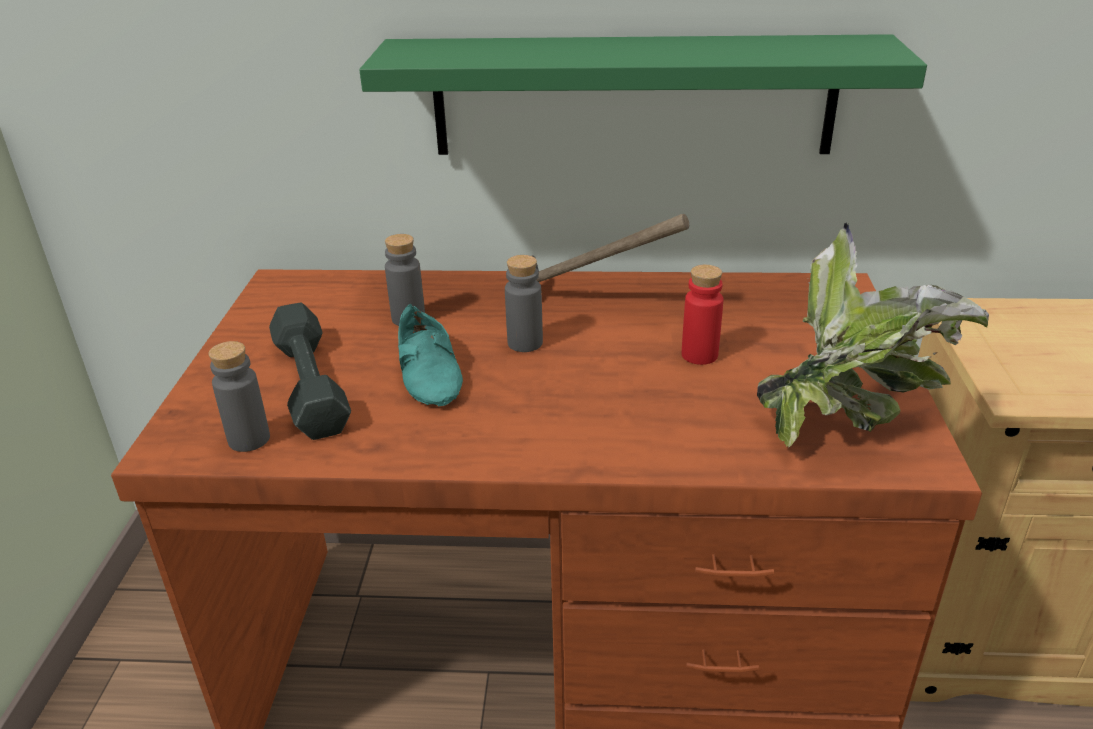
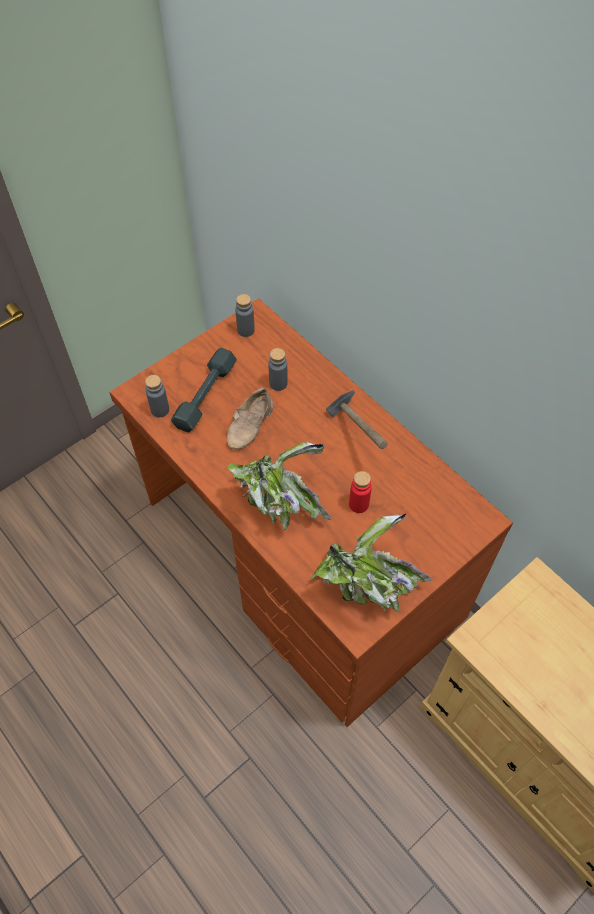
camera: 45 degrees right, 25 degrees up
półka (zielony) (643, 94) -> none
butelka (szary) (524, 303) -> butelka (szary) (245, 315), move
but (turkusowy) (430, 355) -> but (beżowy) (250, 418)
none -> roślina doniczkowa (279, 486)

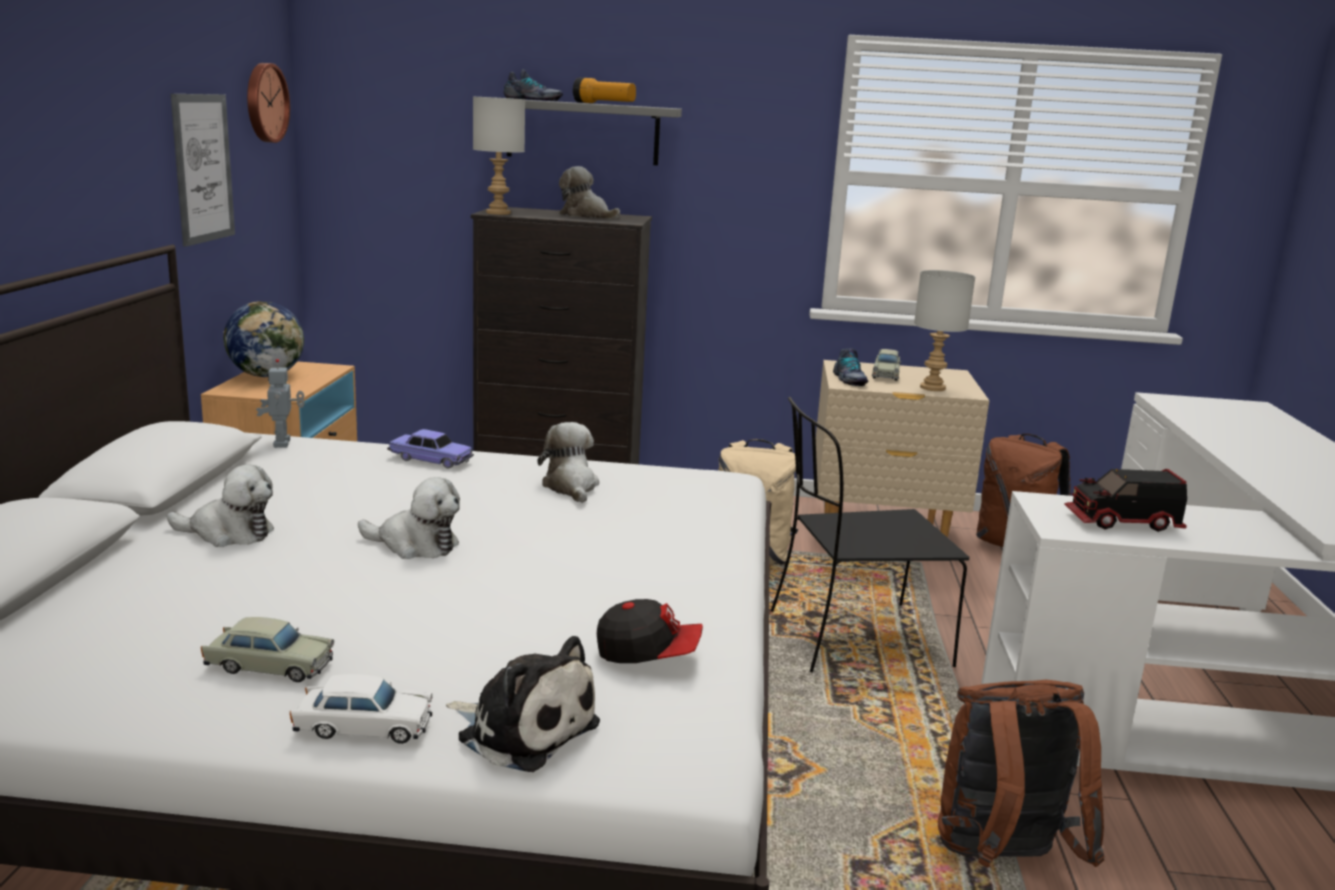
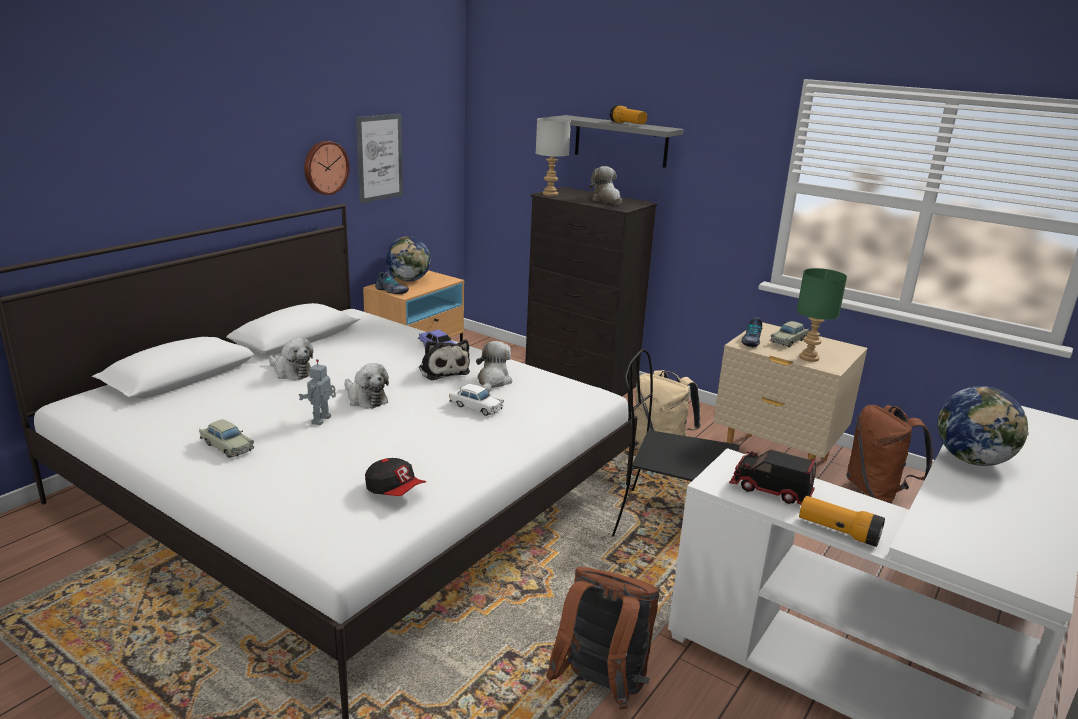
camera: 30 degrees right, 5 degrees up
zegar ścienny (268, 103) -> zegar ścienny (327, 168), move
but (533, 85) -> but (392, 283), move
lampa stołowa (szary) (944, 330) -> lampa stołowa (zielony) (822, 315)
robot zabawkowy (280, 403) -> robot zabawkowy (317, 392), move
pluszak (523, 704) -> pluszak (444, 360), move
samochodzik (biały) (361, 709) -> samochodzik (biały) (476, 400), move
none -> globus (983, 426)
none -> latarka (842, 521)

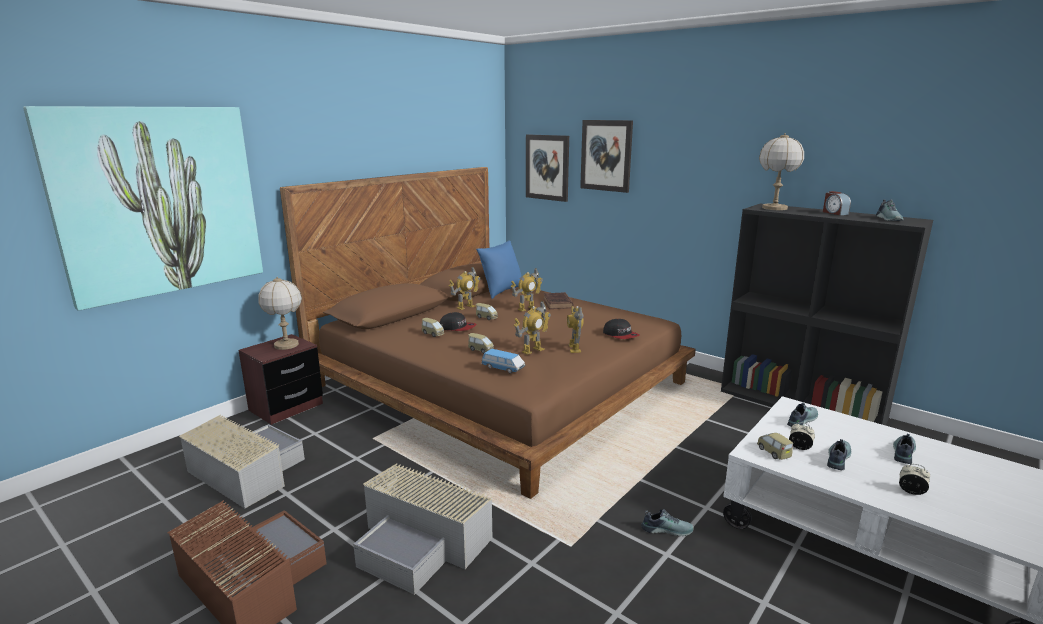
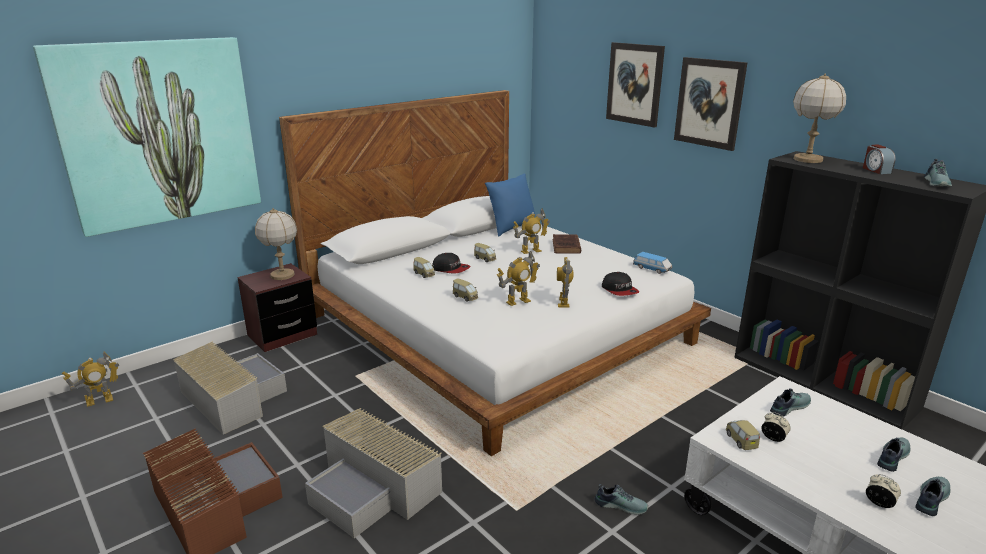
camera: 10 degrees right, 5 degrees up
obraz (547, 168) -> obraz (711, 104), move
łóżko (brązowy) (488, 333) -> łóżko (biały) (495, 273)
robot zabawkowy (464, 288) -> robot zabawkowy (91, 379), move
samochodzik (503, 361) -> samochodzik (653, 263), move
but (839, 454) -> but (932, 496), move

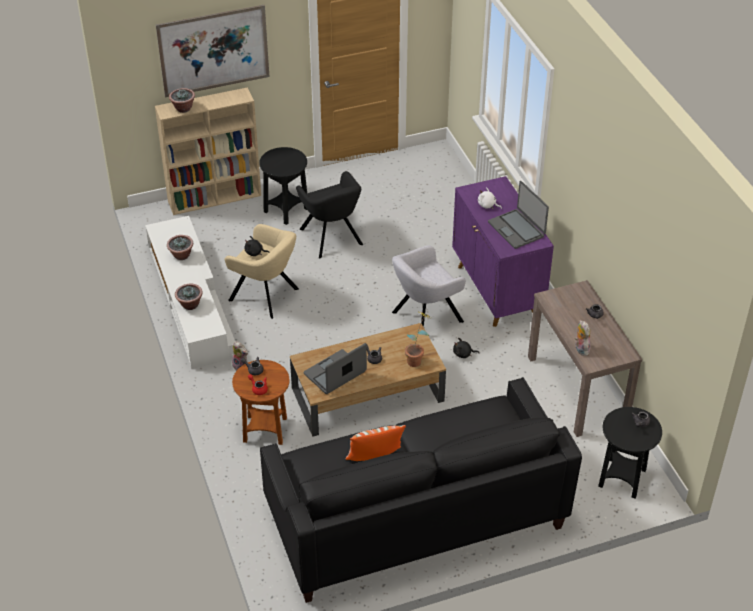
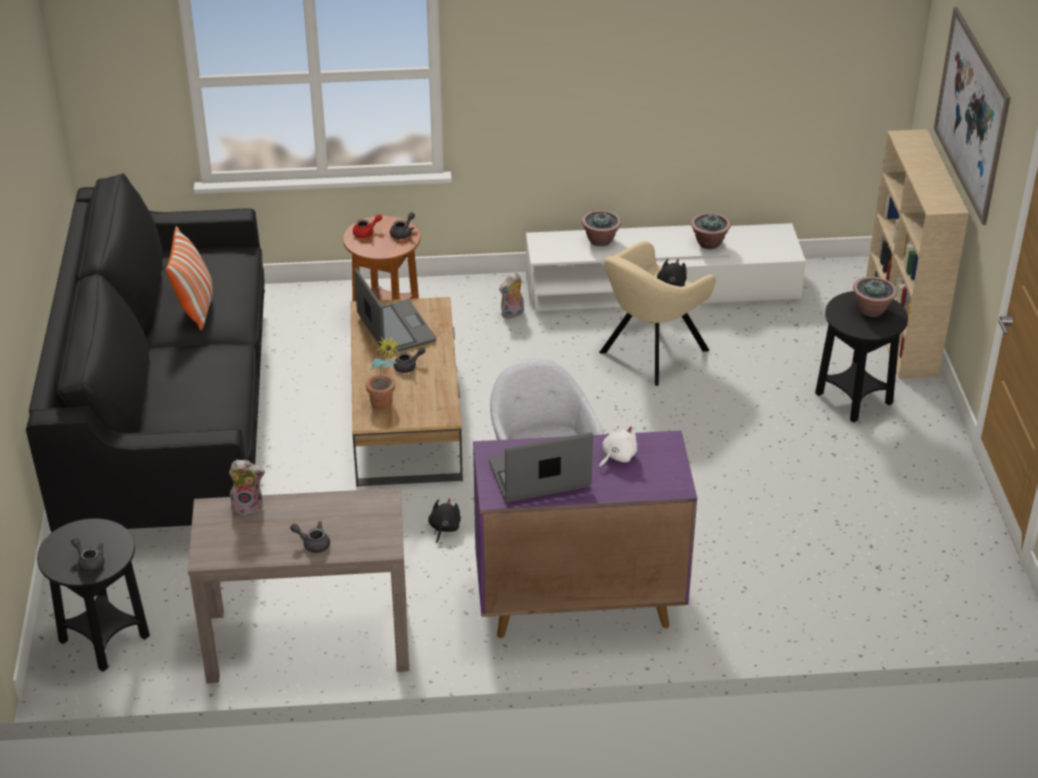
camera: 105 degrees right, 5 degrees down
roślina doniczkowa (182, 100) -> roślina doniczkowa (875, 297), move
fotel (czarny) (329, 214) -> none

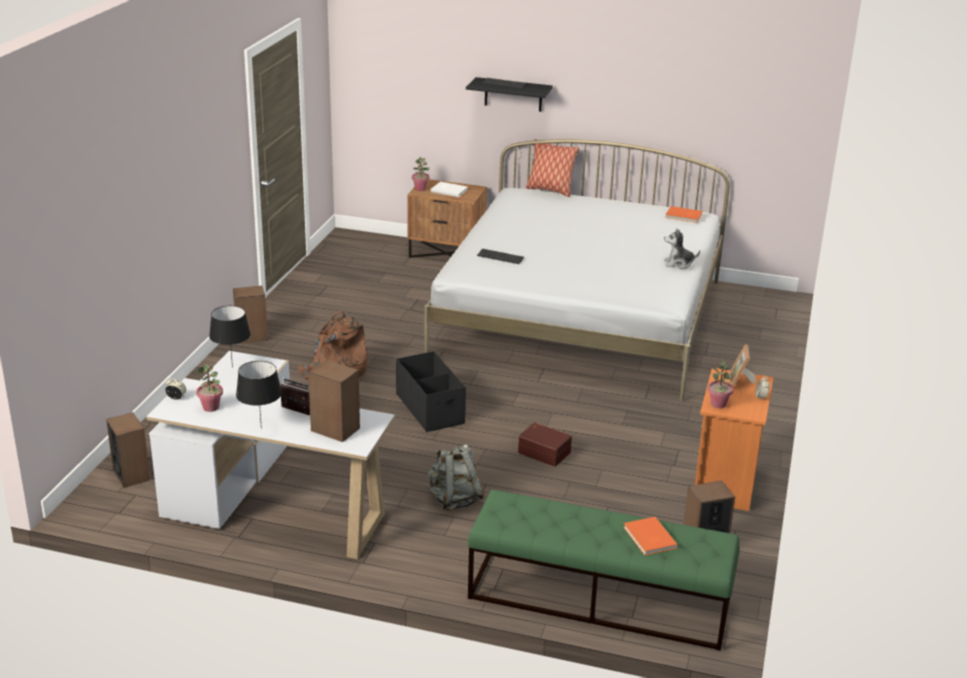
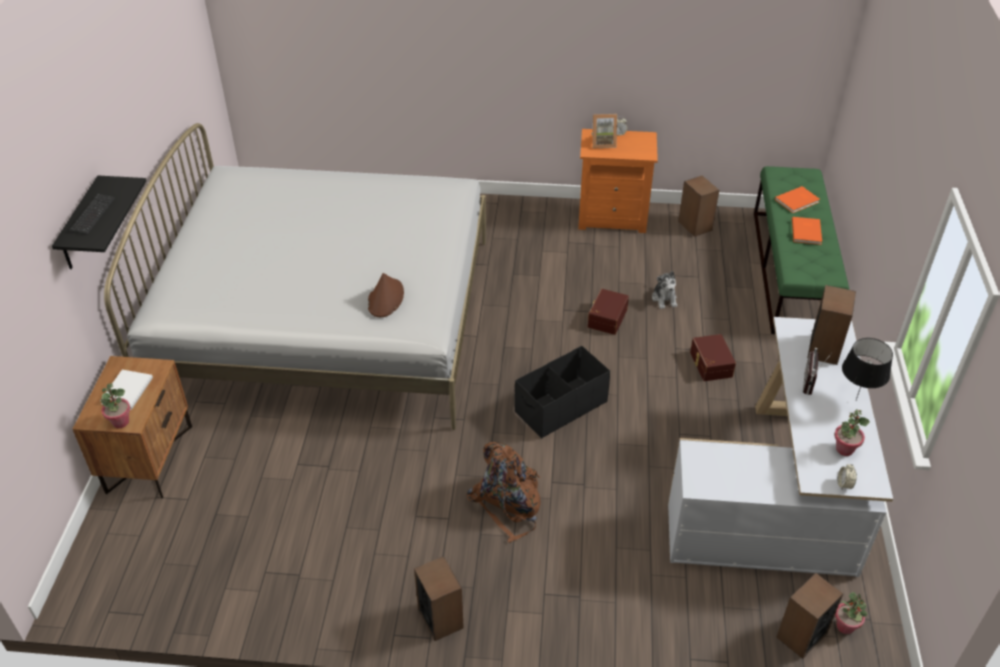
camera: 100 degrees left, 15 degrees up
poduszka (552, 168) -> none
książka (pomarańczowy) (683, 214) -> książka (pomarańczowy) (807, 231), move
pluszak (682, 248) -> pluszak (664, 290), move
klawiatura (500, 256) -> kapelusz (brązowy) (386, 295)
lampa stołowa (czarny) (229, 336) -> none
roślina doniczkowa (721, 384) -> roślina doniczkowa (851, 613), move
plecak (szary) (456, 477) -> pojemnik do przechowywania (brązowy) (713, 357)

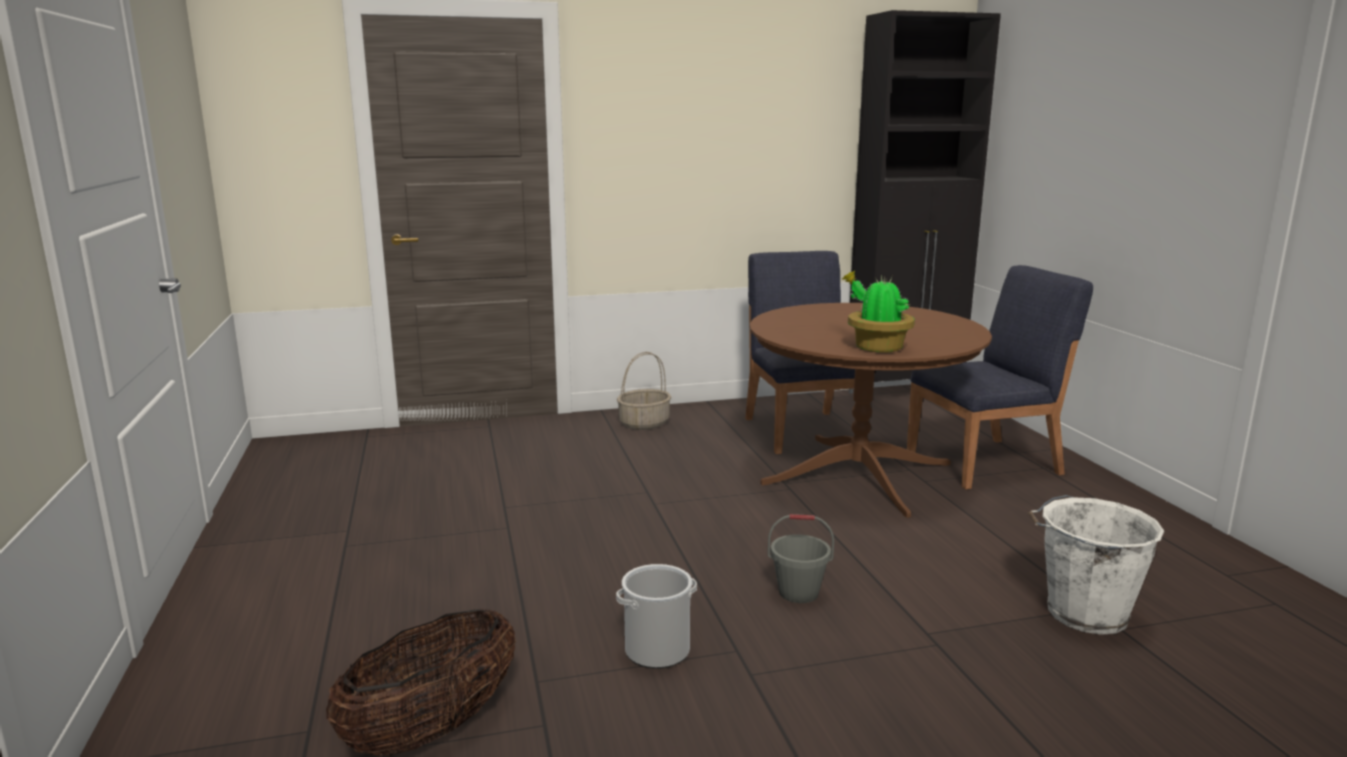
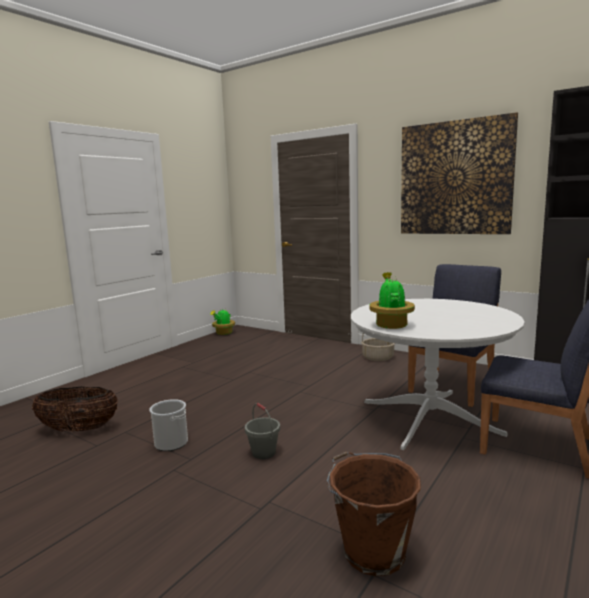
camera: 50 degrees right, 5 degrees down
stół jadalny (brązowy) (871, 410) -> stół jadalny (biały) (438, 374)
wiadro (biały) (1096, 565) -> wiadro (brązowy) (374, 514)
none -> obraz (459, 173)
none -> roślina doniczkowa (223, 322)

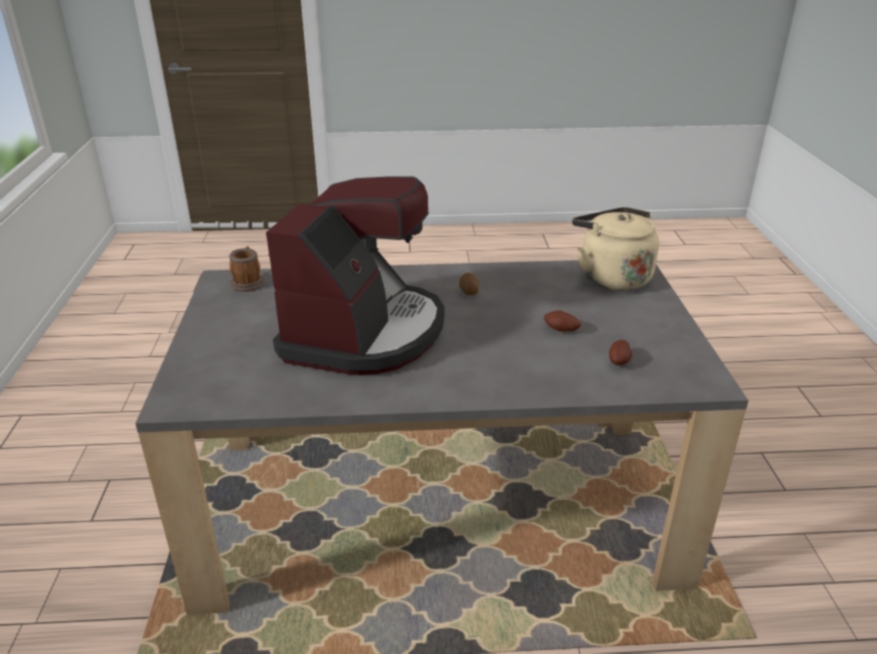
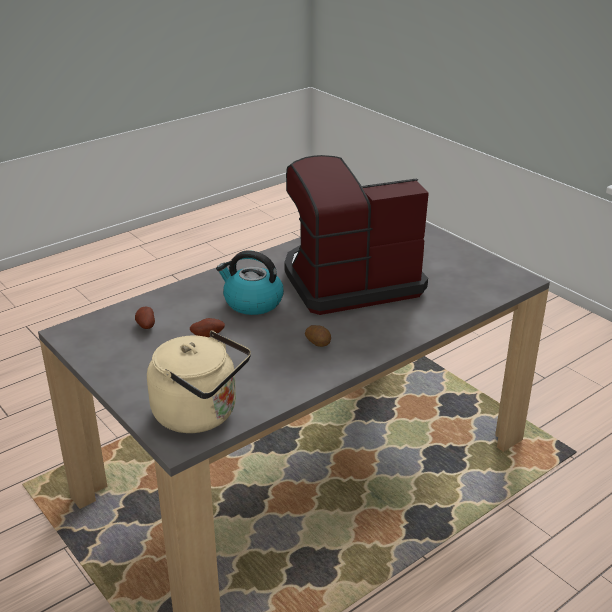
camera: 145 degrees right, 0 degrees up
ekspres do kawy (355, 275) -> ekspres do kawy (356, 235), 90 degrees clockwise
kubek (246, 269) -> none
none -> czajnik (250, 282)

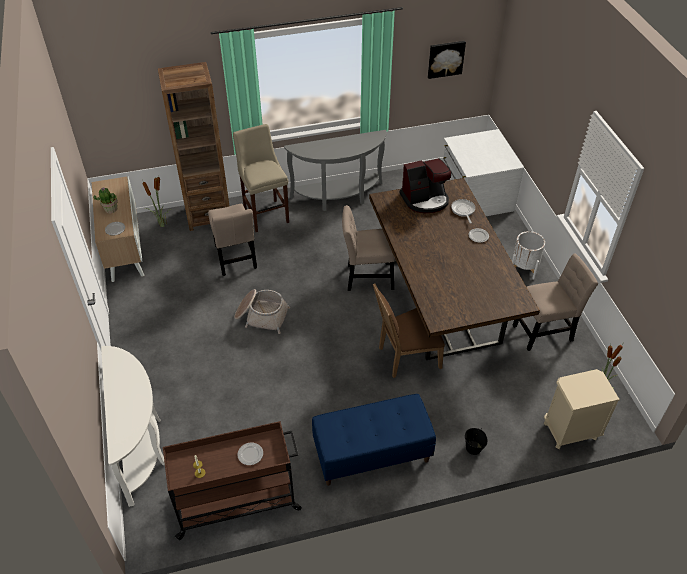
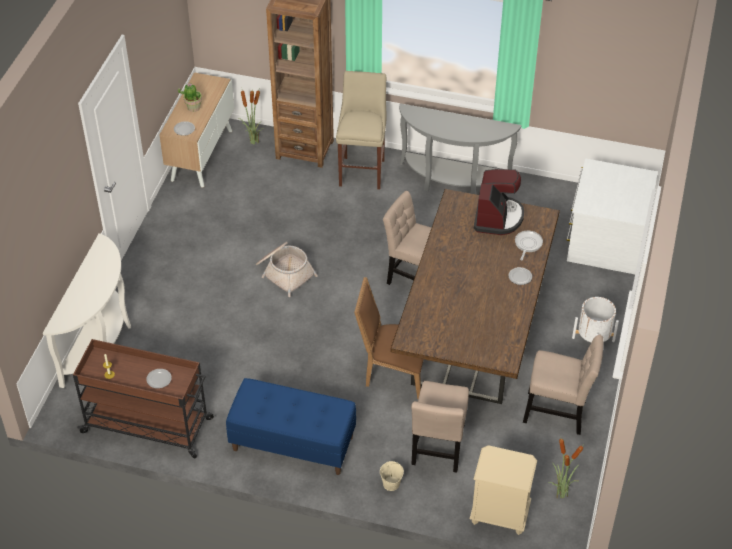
camera: 30 degrees right, 0 degrees up
obraz (447, 60) -> none
ekspres do kawy (425, 185) -> ekspres do kawy (499, 202), 90 degrees counterclockwise
krzesło (beżowy) (232, 240) -> krzesło (beżowy) (440, 426), move
wiadro (czarny) (476, 441) -> wiadro (beżowy) (392, 476)

